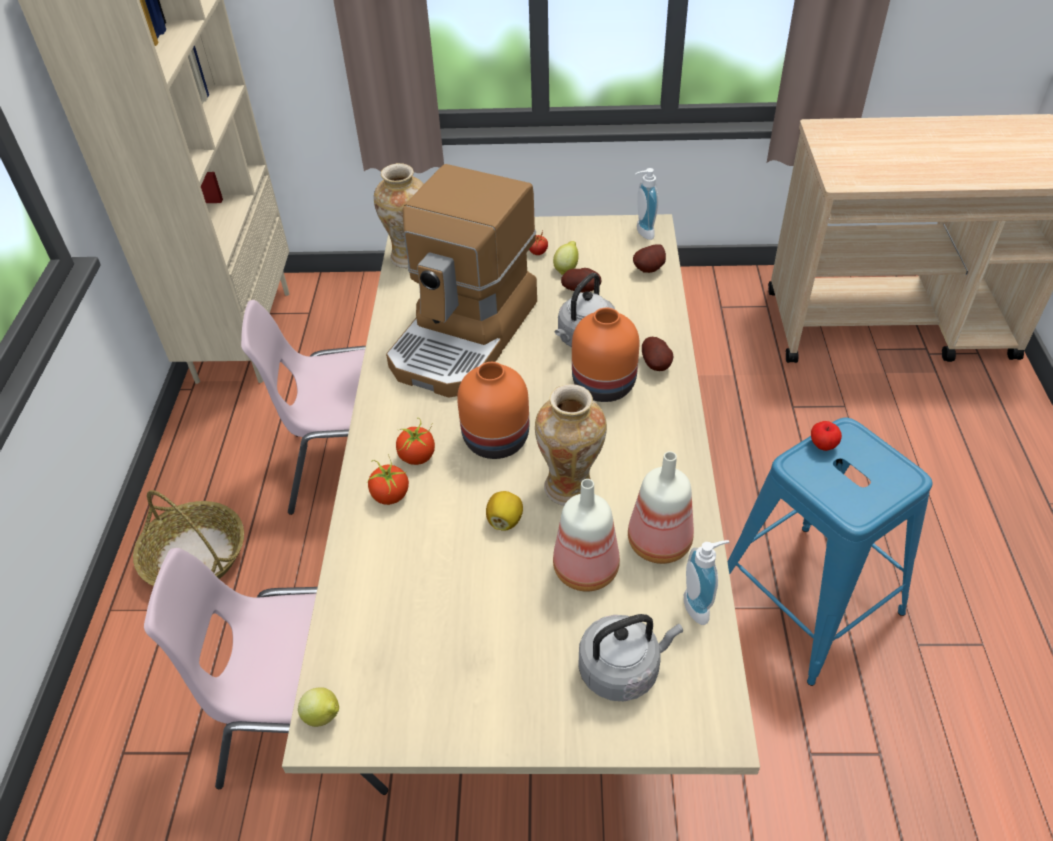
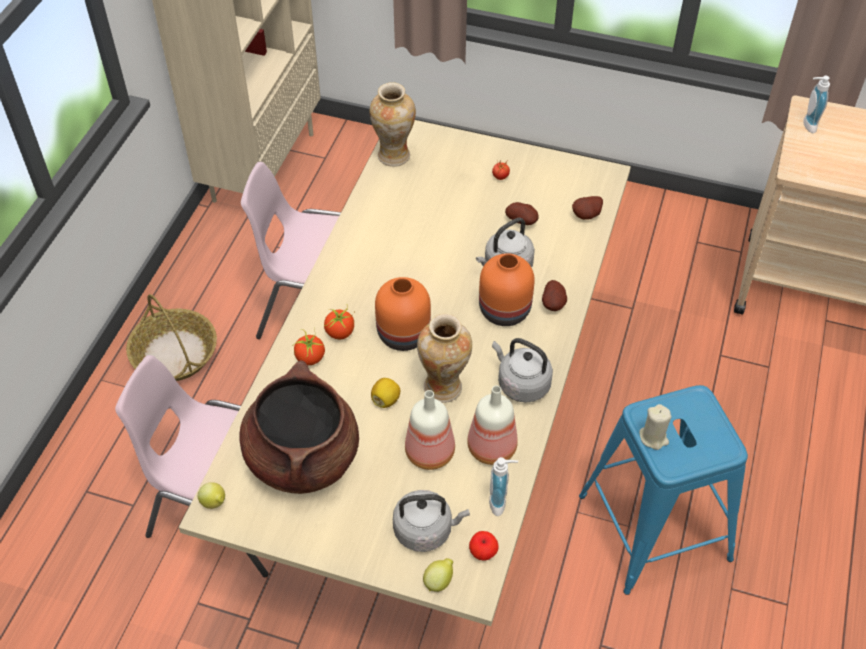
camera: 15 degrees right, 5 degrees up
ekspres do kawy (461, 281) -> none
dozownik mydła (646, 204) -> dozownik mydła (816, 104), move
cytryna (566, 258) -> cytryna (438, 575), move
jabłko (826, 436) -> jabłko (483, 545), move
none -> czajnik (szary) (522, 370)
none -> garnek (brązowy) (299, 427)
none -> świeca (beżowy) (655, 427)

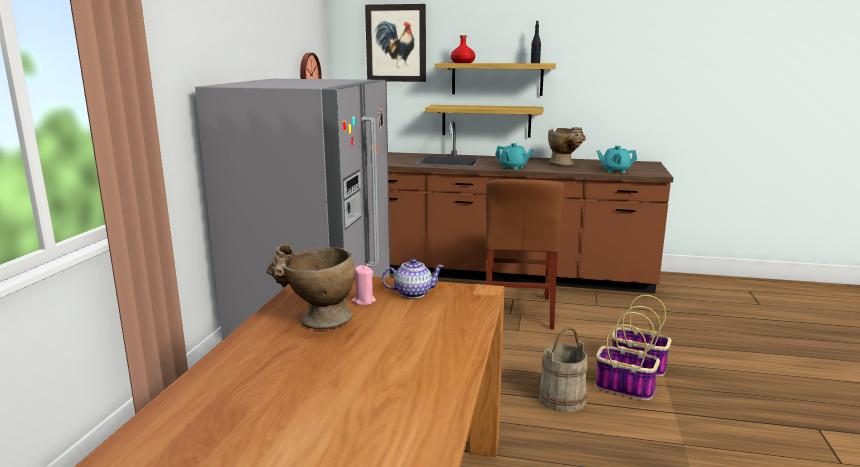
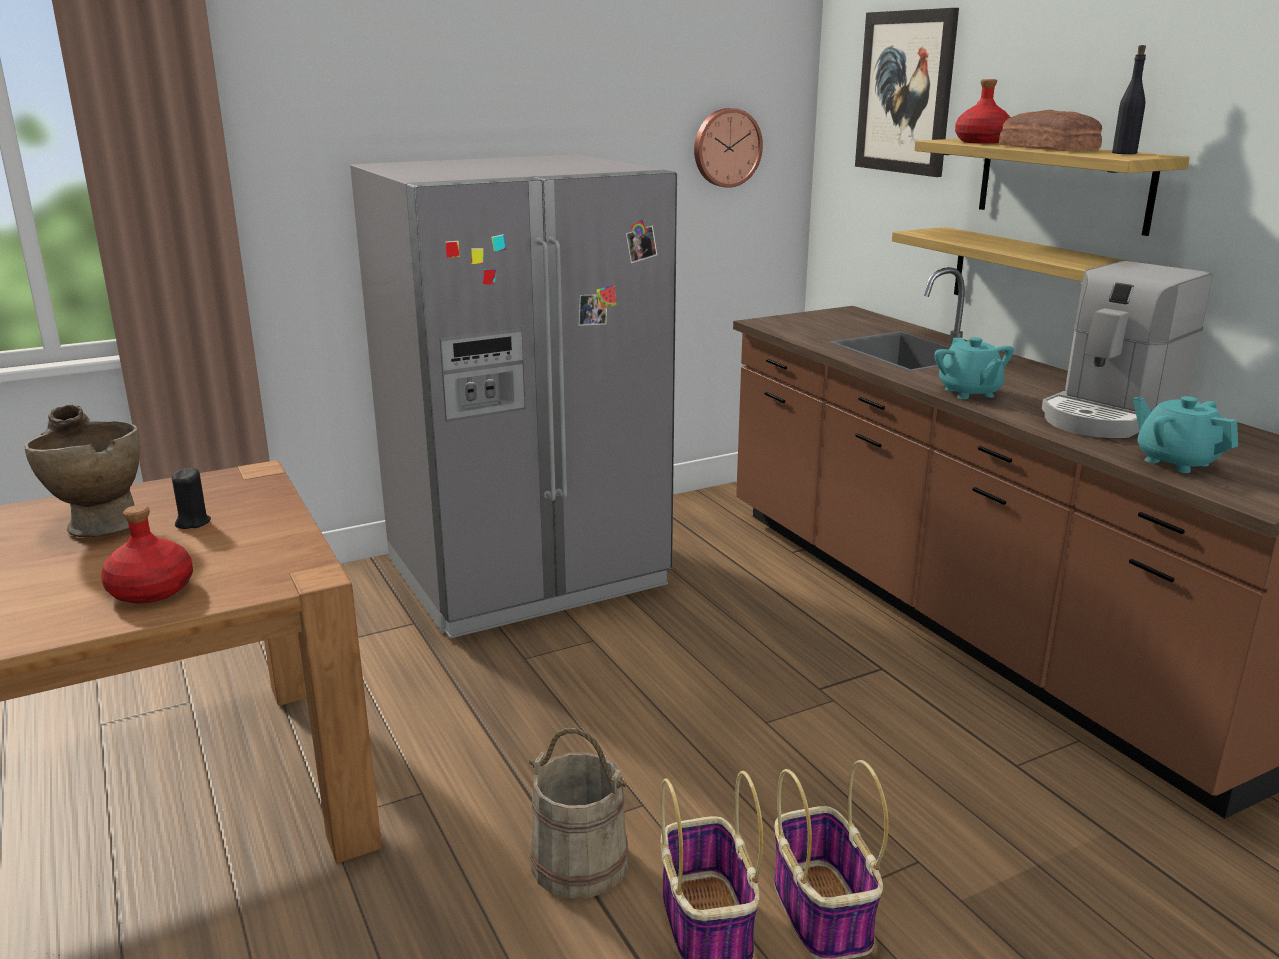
camera: 50 degrees right, 5 degrees up
wazon (beżowy) (567, 146) -> ekspres do kawy (1127, 349)
krzesło (brązowy) (525, 254) -> none
imbryk (413, 278) -> none
świeca (różowy) (363, 285) -> świeca (czarny) (191, 498)
none -> chleb (1050, 130)
none -> butelka (czerwony) (147, 554)

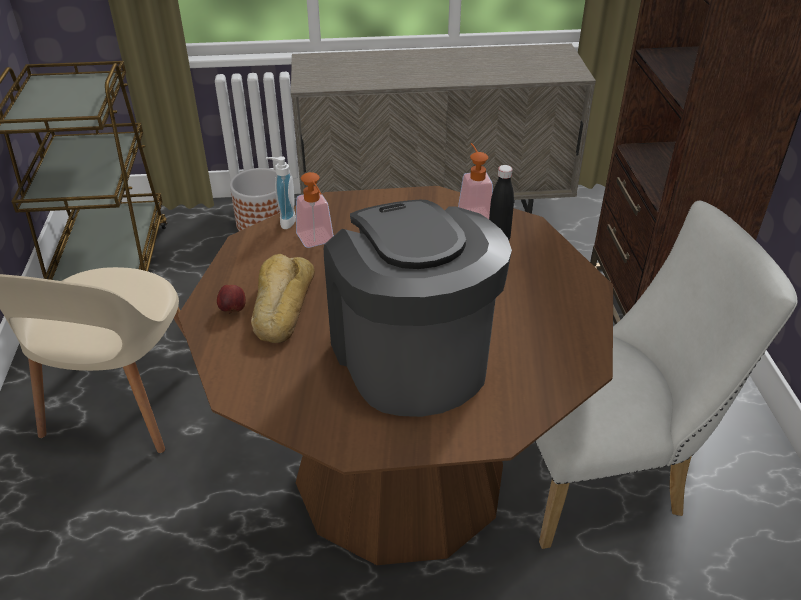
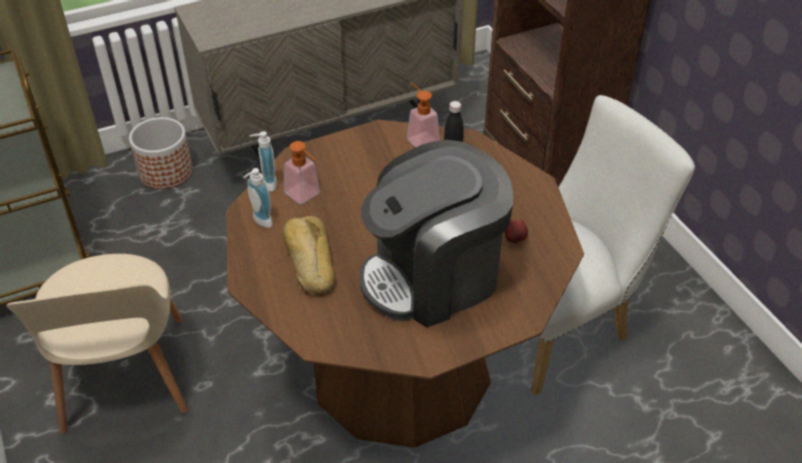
camera: 20 degrees left, 5 degrees up
ekspres do kawy (418, 308) -> ekspres do kawy (436, 234), 75 degrees counterclockwise
jabłko (231, 299) -> jabłko (516, 232), move
none -> dozownik mydła (258, 198)

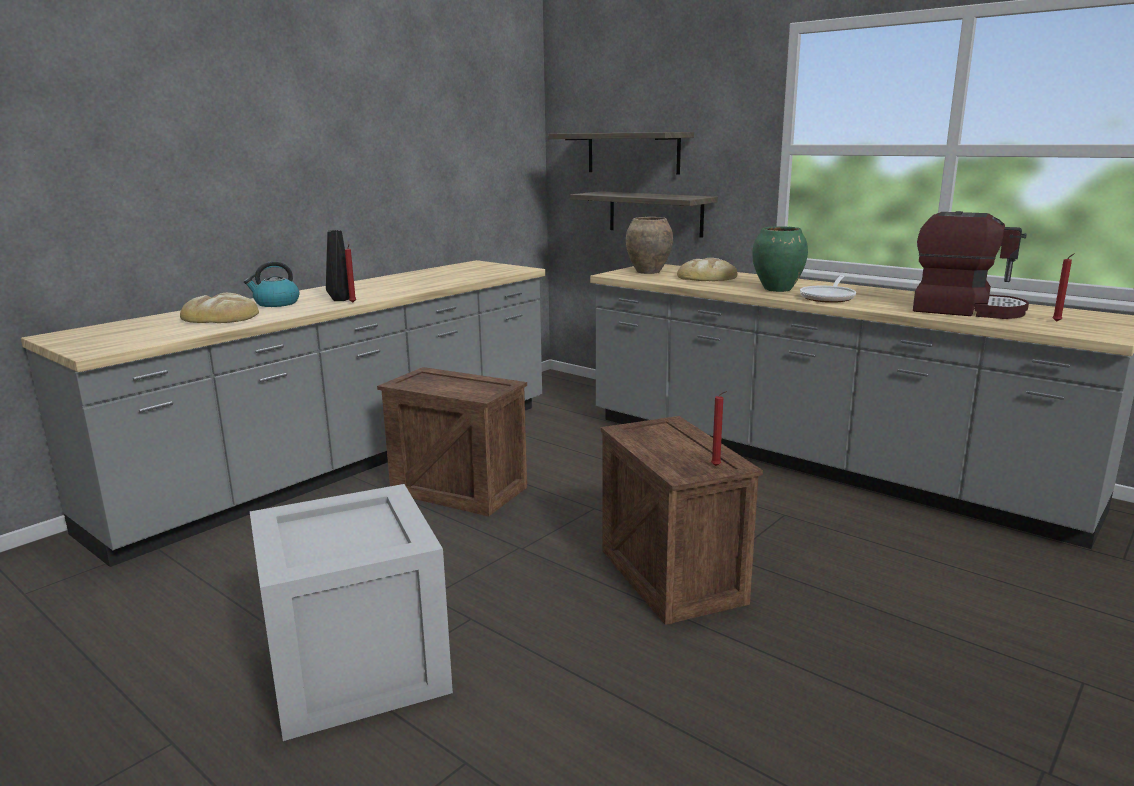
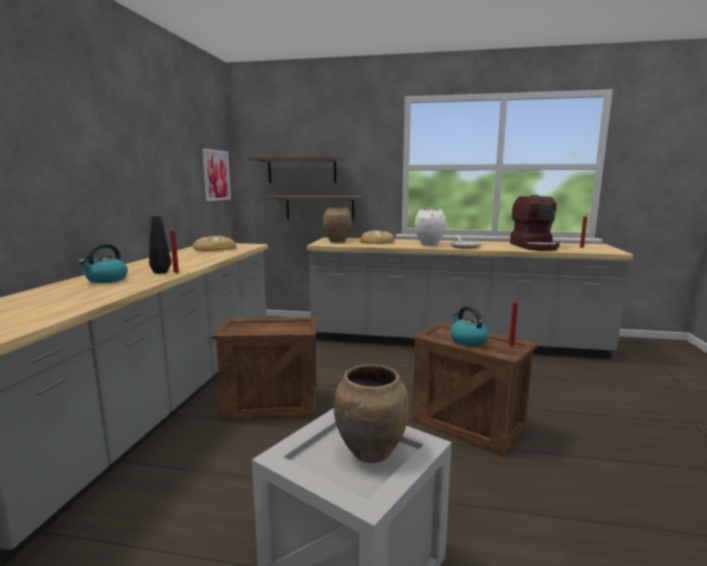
camera: 30 degrees left, 5 degrees down
ekspres do kawy (971, 265) -> ekspres do kawy (535, 223), 90 degrees clockwise
wazon (zielony) (780, 259) -> wazon (biały) (430, 227)
chleb (219, 308) -> chleb (214, 243), move
none -> obraz (216, 174)
none -> czajnik (469, 326)
none -> wazon (brązowy) (371, 414)

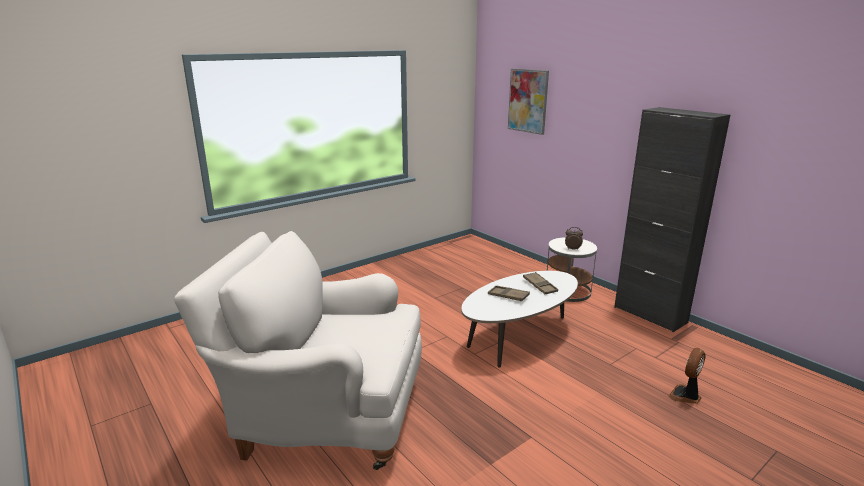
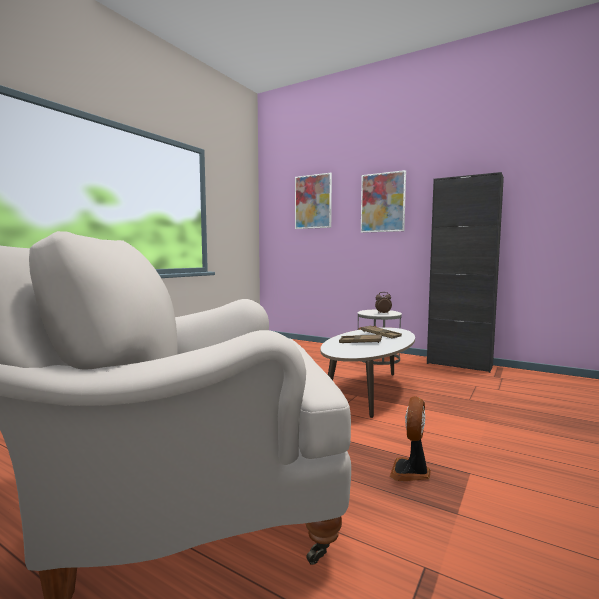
camera: 20 degrees left, 15 degrees down
wentylator (687, 376) -> wentylator (410, 438), move
none -> obraz (383, 201)

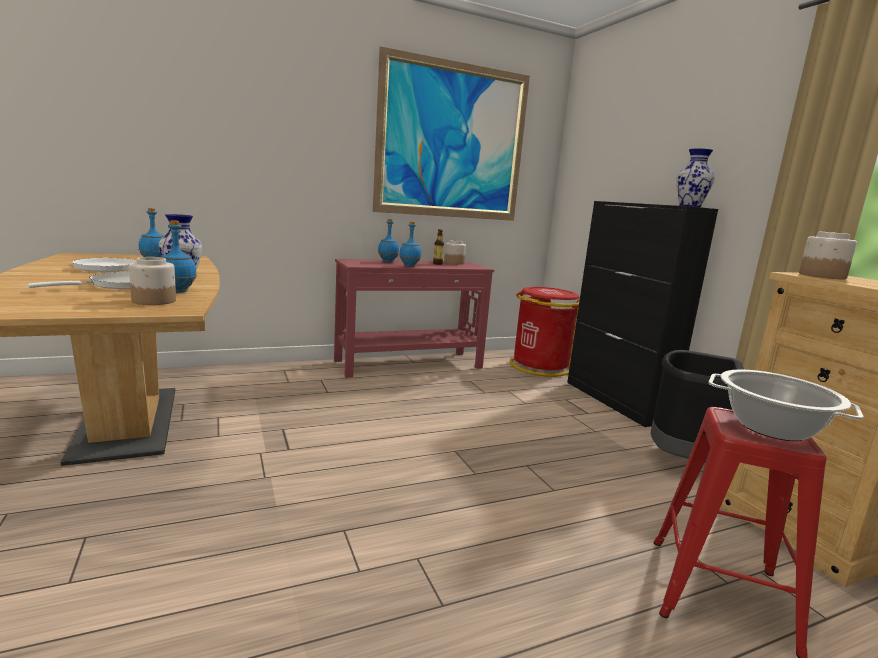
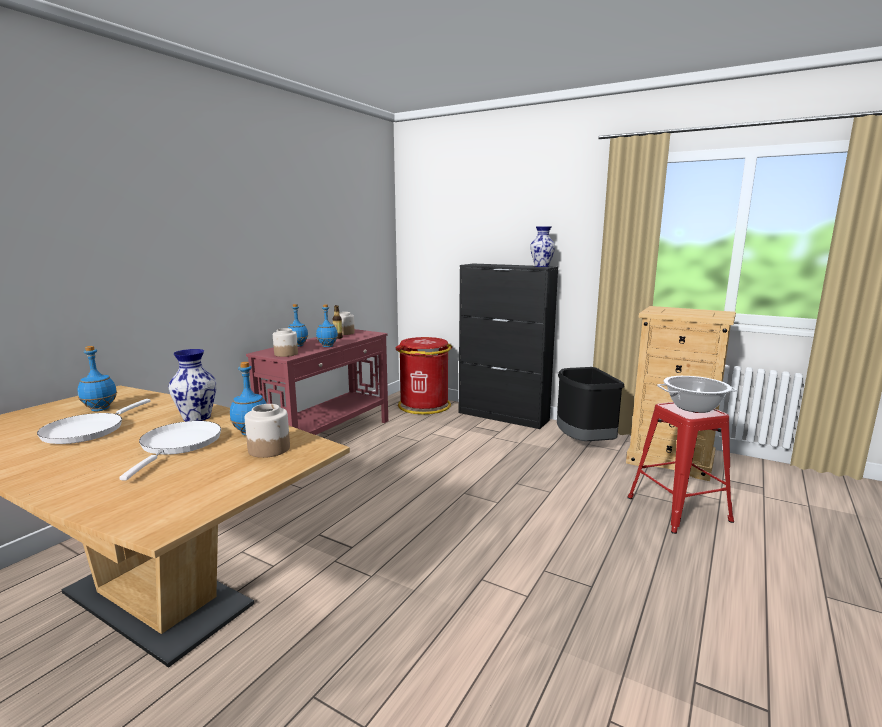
camera: 35 degrees left, 0 degrees up
obraz (451, 133) -> none
słoik (828, 255) -> słoik (285, 342), move

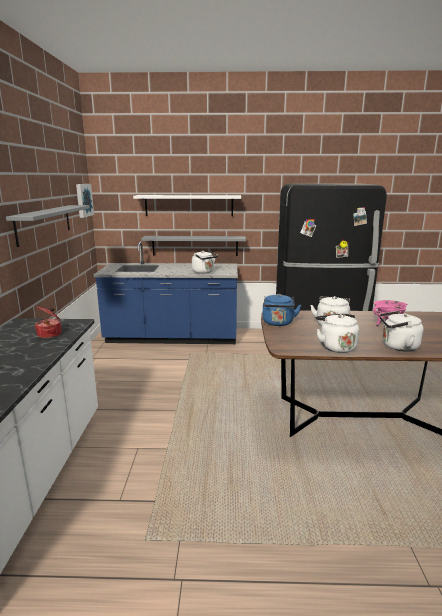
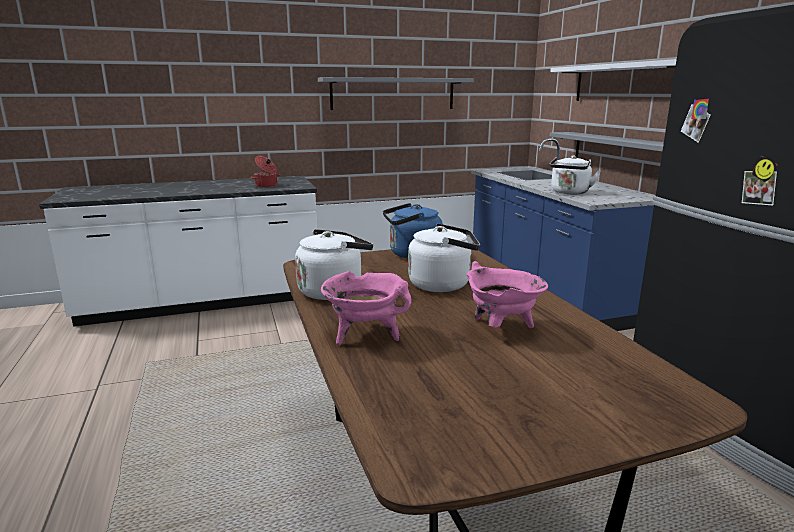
camera: 70 degrees right, 0 degrees up
obraz (85, 201) -> none
czajnik (biały) (401, 331) -> garnek (różowy) (366, 308)

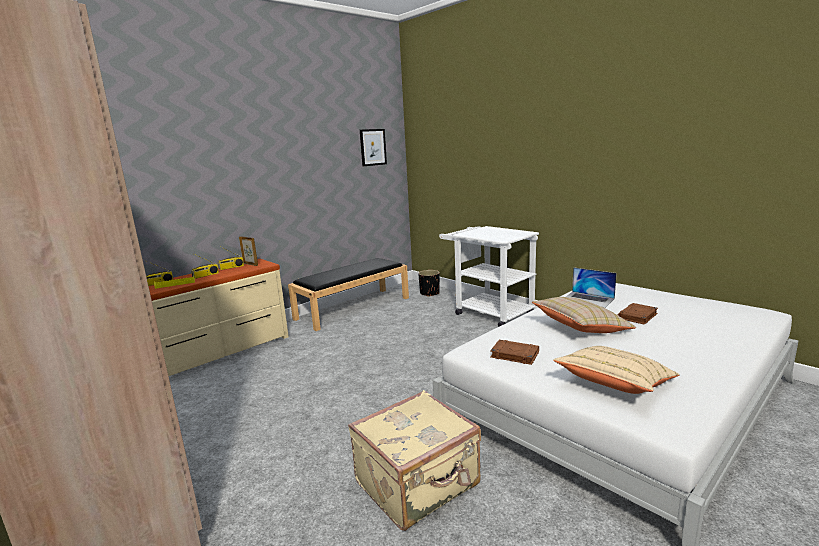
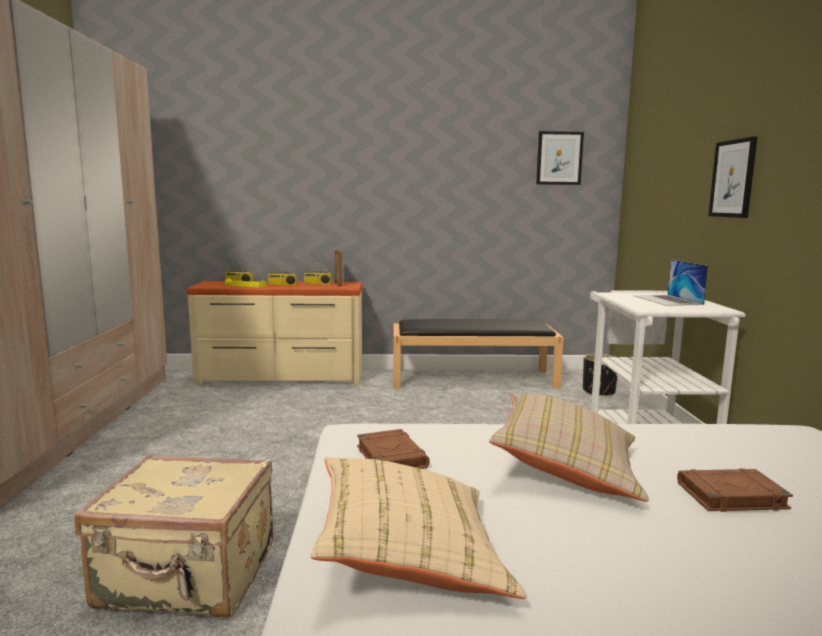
camera: 40 degrees right, 5 degrees down
laptop (591, 287) -> laptop (670, 282), move
none -> obraz (733, 177)

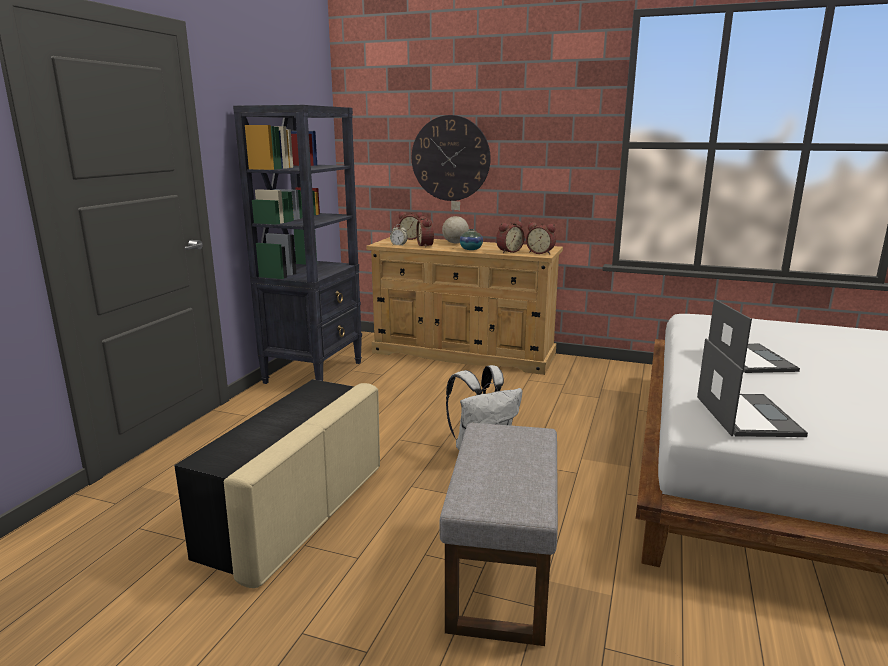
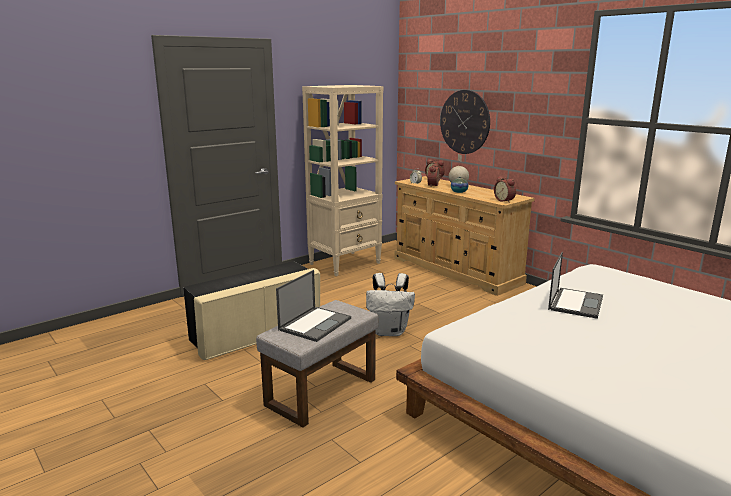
camera: 30 degrees right, 0 degrees up
regał (czarny) (297, 244) -> regał (beżowy) (343, 180)
budzik (510, 237) -> none
laptop (752, 387) -> laptop (313, 306), move

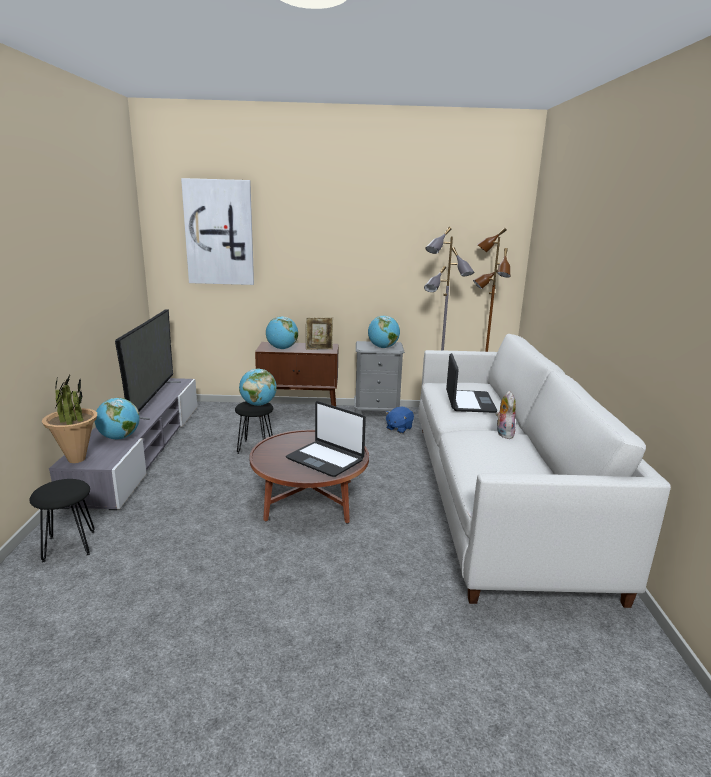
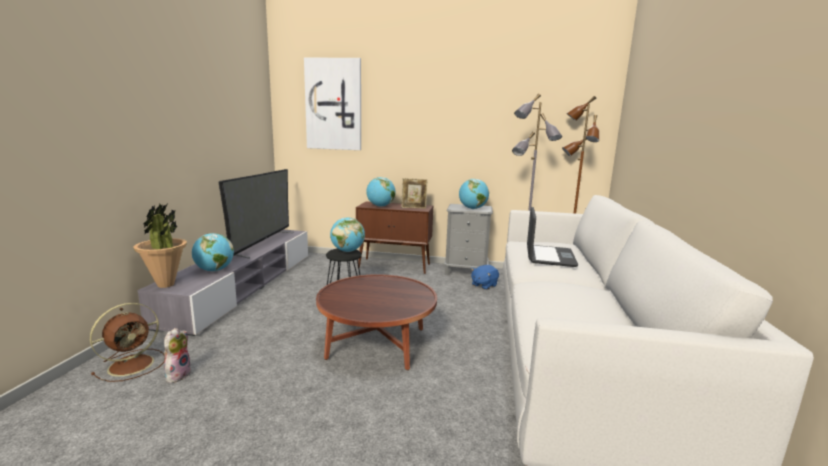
camera: 10 degrees right, 5 degrees down
pluszak (506, 415) -> pluszak (178, 355), move
laptop (326, 439) -> none
stołek (czarny) (62, 520) -> wentylator (brązowy) (127, 342)

